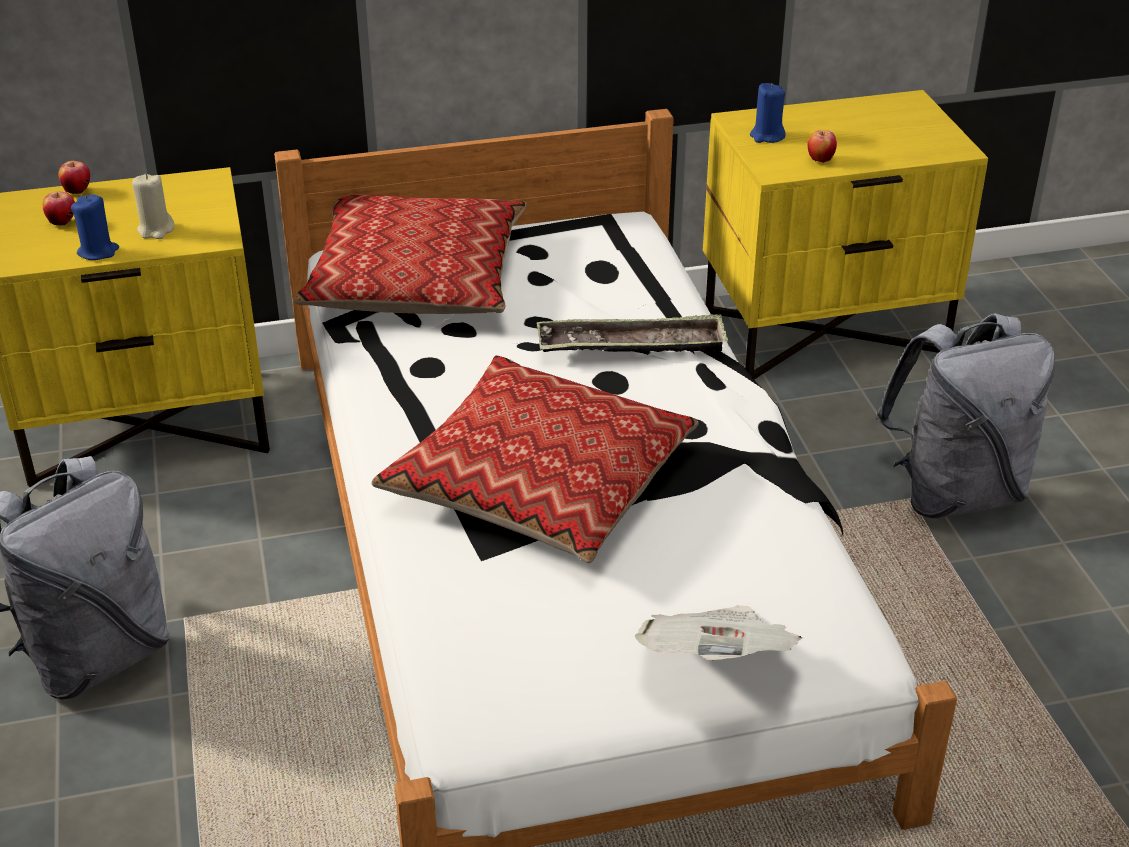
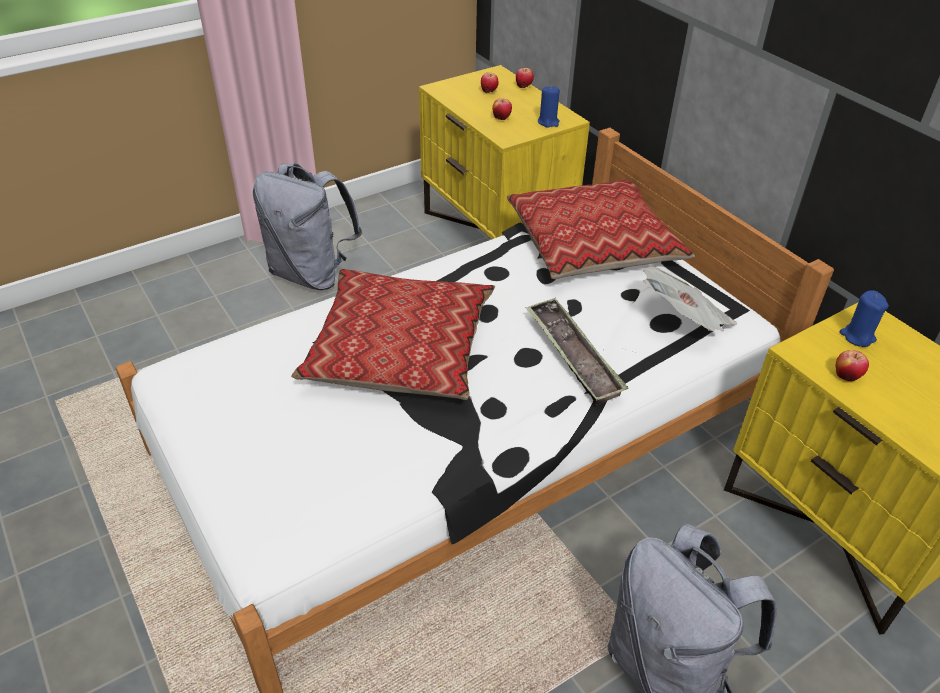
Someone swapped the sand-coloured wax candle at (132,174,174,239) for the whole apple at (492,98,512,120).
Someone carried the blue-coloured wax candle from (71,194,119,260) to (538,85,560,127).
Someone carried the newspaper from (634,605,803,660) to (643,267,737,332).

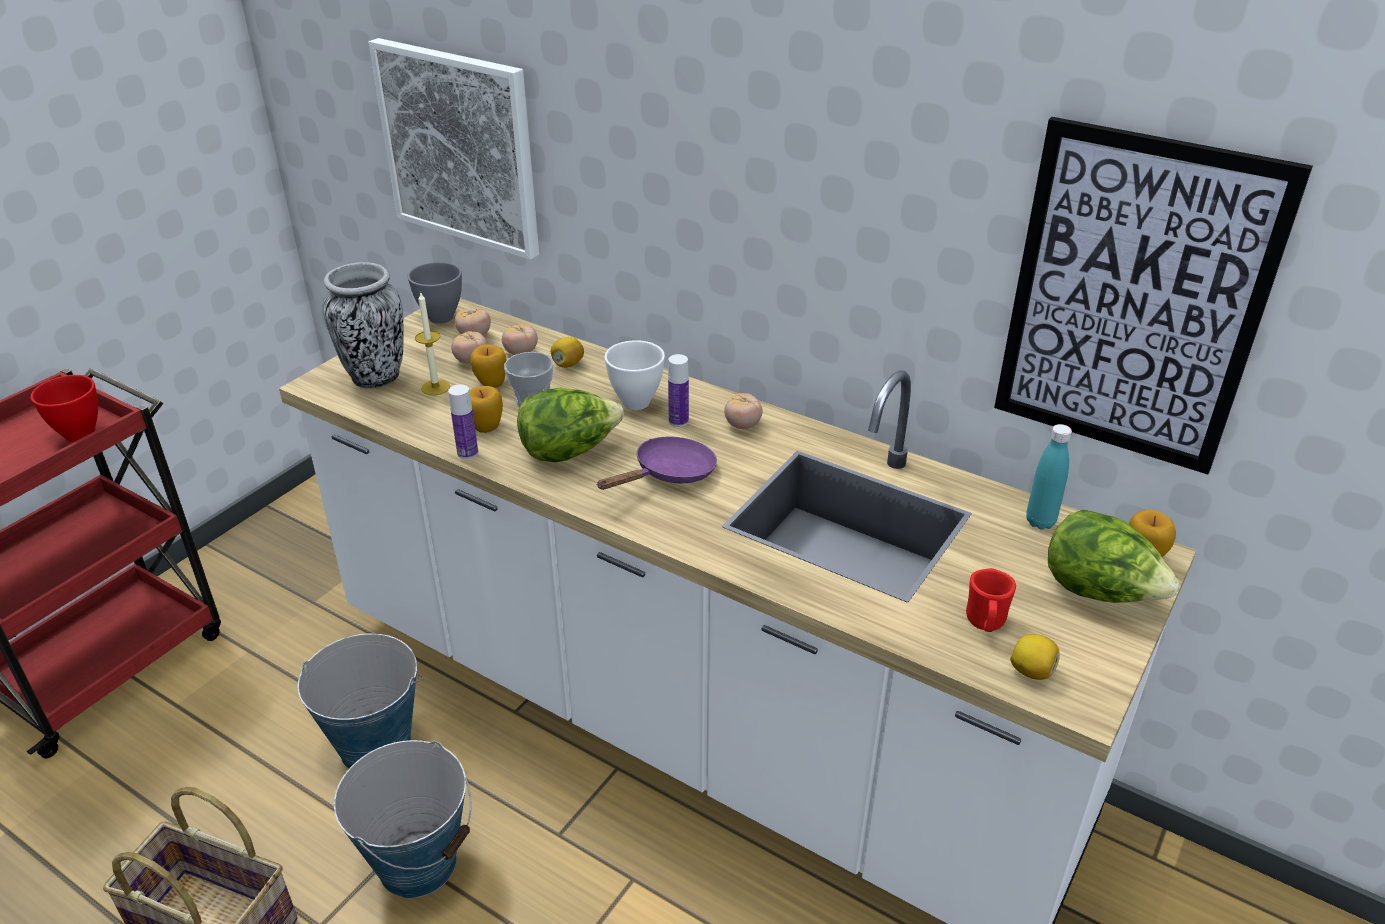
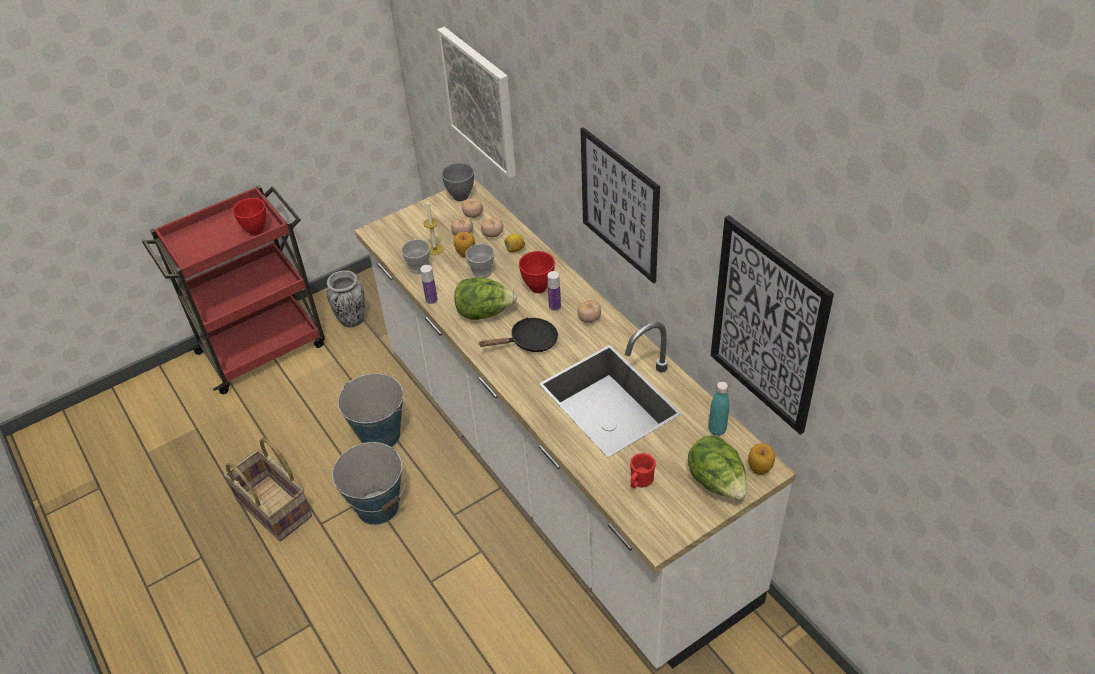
Someone carried the flower vase from (323,262,404,389) to (327,270,365,327).
Someone repainted the white-coloured bowl at (604,340,665,410), which became the red-coloured bowl at (519,251,555,293).
Someone took away the whole apple at (469,386,503,433).
Someone repainted the purple pan at (596,436,717,490), which became the black-coloured pan at (478,318,558,352).
Someone took away the citrus fruit at (1010,634,1060,680).
Someone put up the wall picture at (580,127,660,284).
Someone put down the drinking cup at (401,239,430,274).

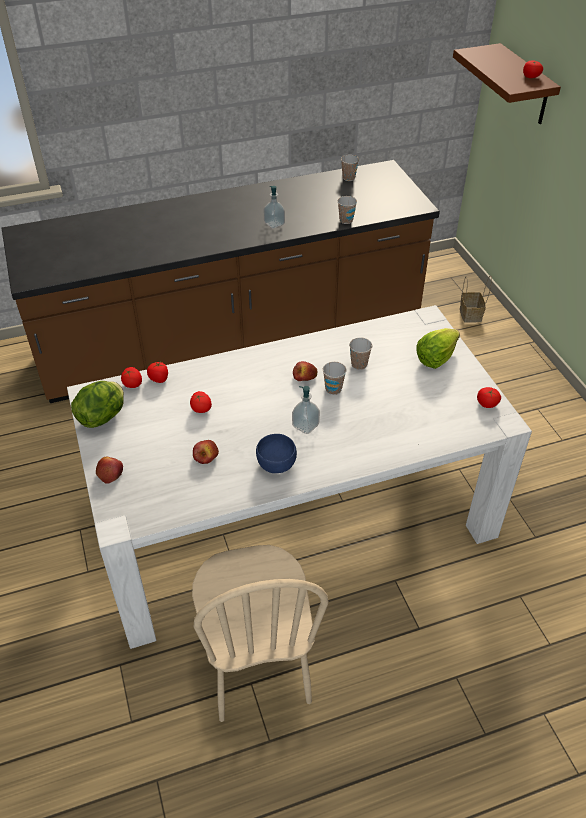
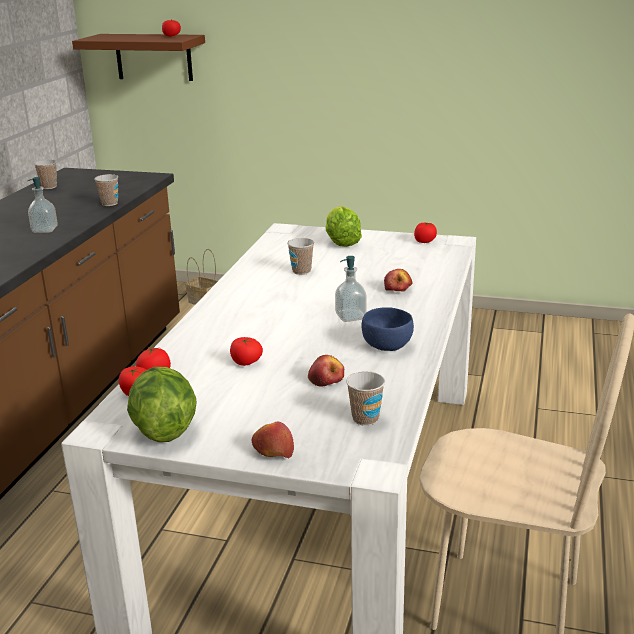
Someone carried the whole apple from (293,361,317,381) to (384,269,412,292).
Someone carried the drinking cup from (323,362,347,395) to (346,371,385,426).

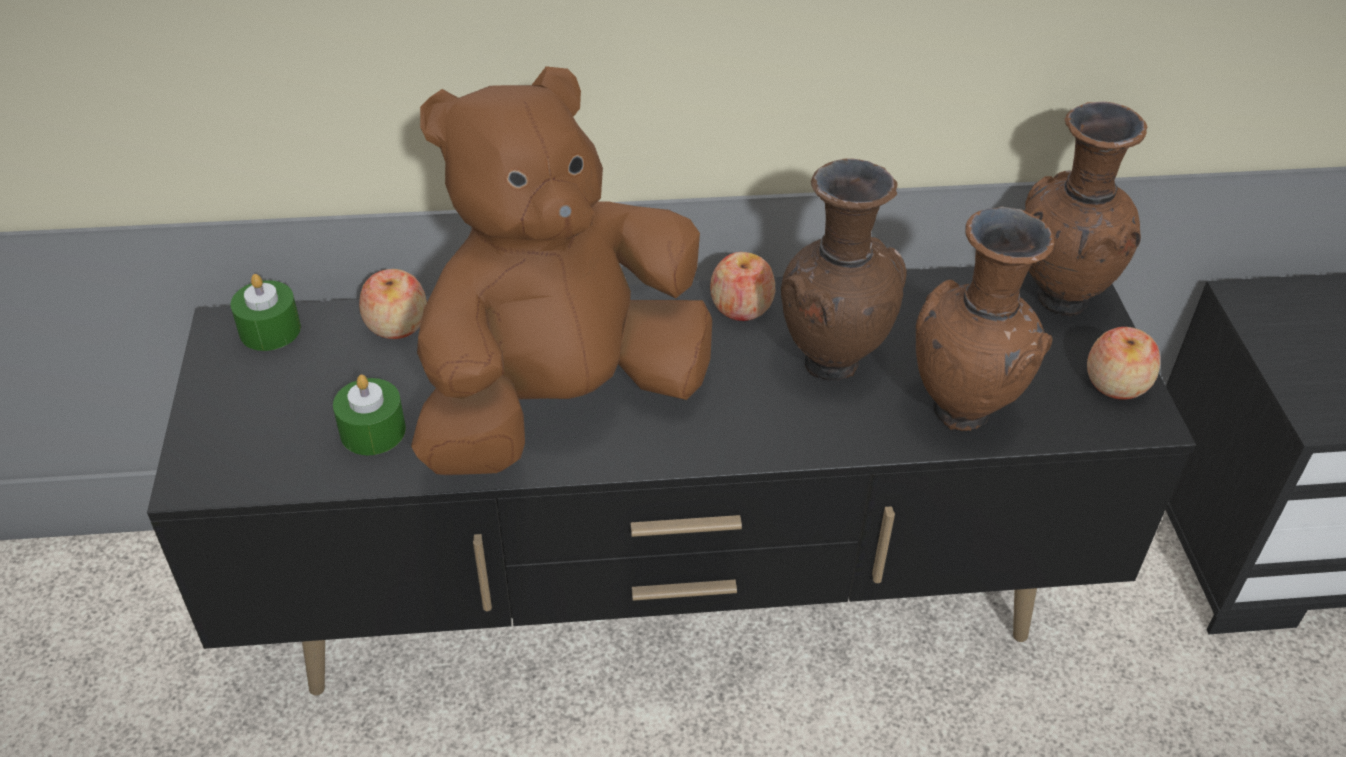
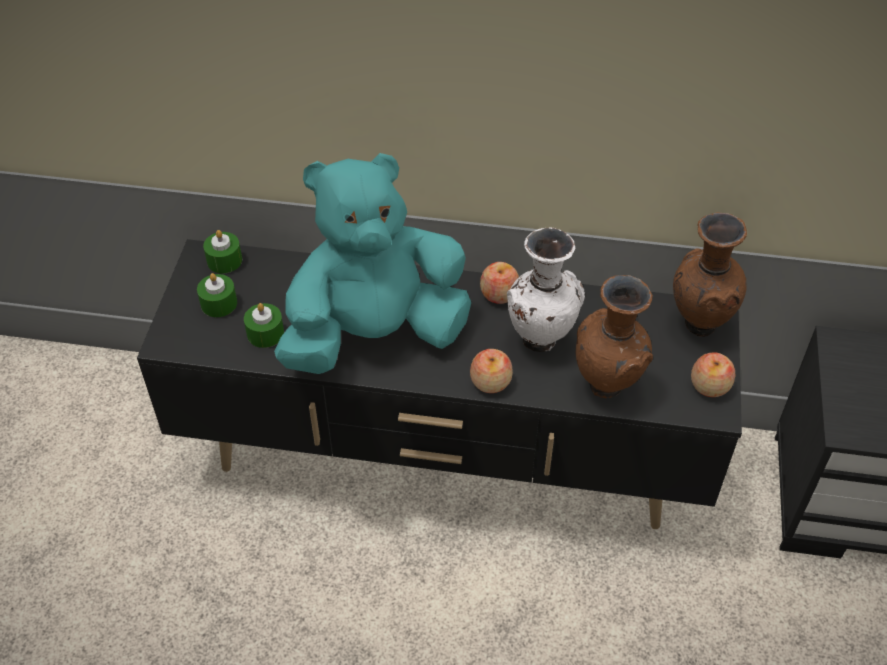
Someone repainted the brown-coloured cuddly toy at (411,66,712,475), which became the turquoise-coloured cuddly toy at (274,153,471,374).
Someone repainted the brown-coloured flower vase at (781,159,907,380), which became the white-coloured flower vase at (507,228,585,352).
Someone carried the whole apple from (359,269,427,339) to (470,349,513,393).
Someone put down the greenish wax candle at (197,273,237,317).

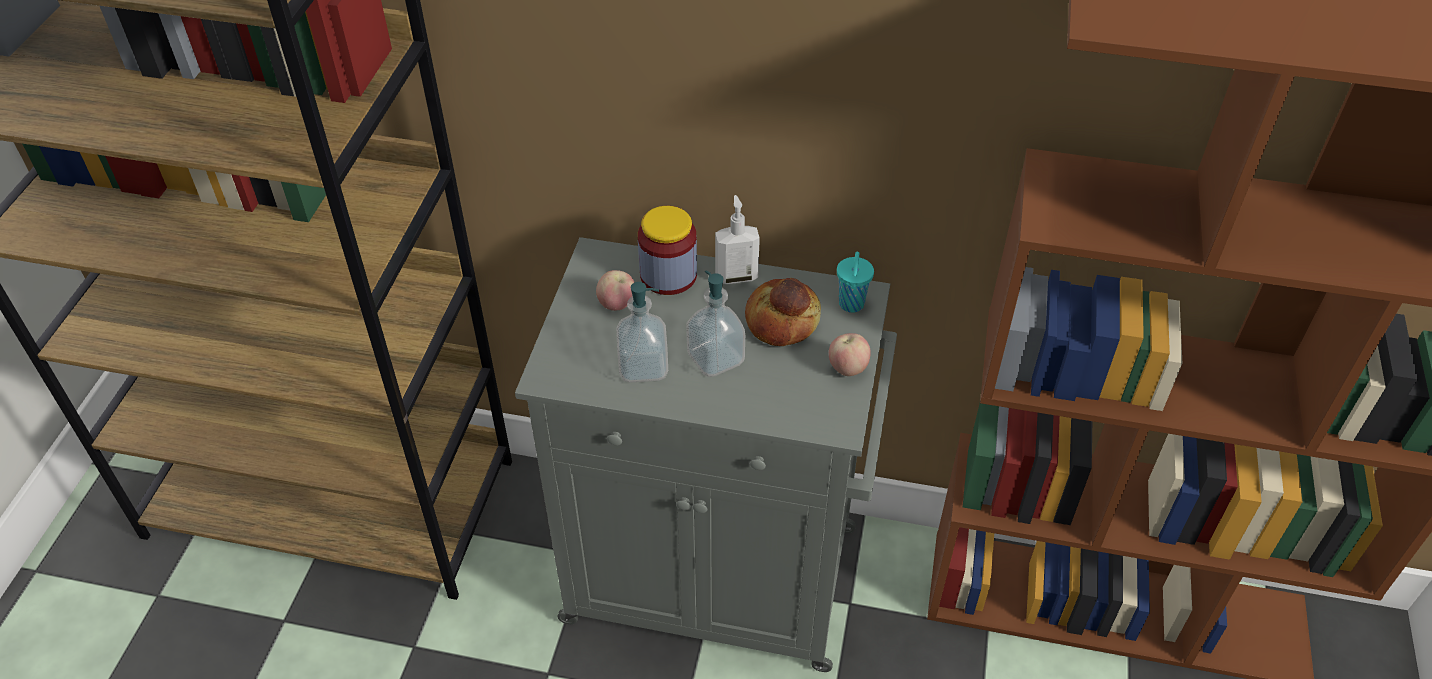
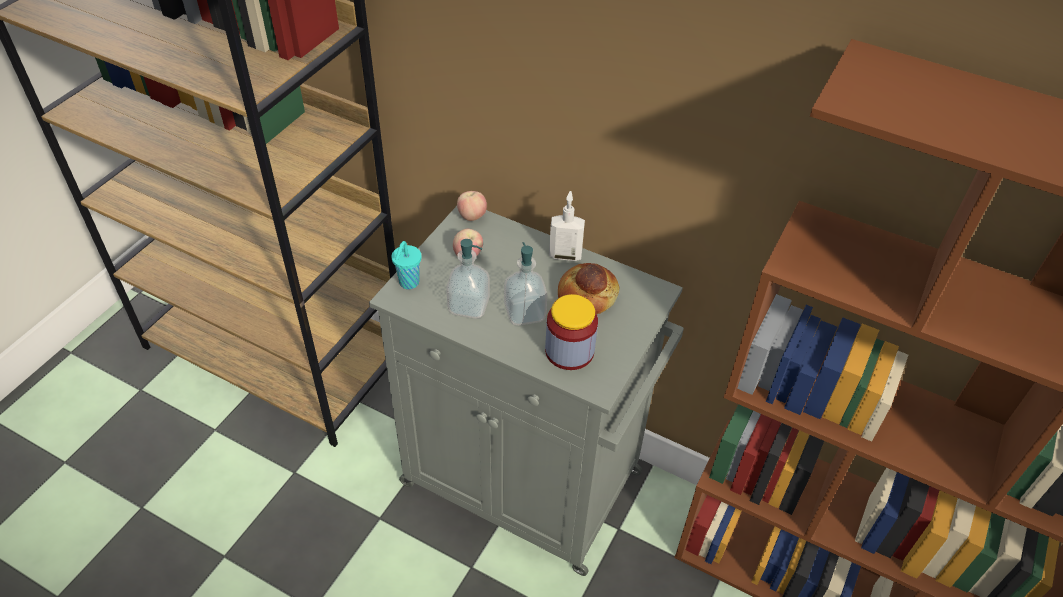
Someone carried the storage jar from (638,206,697,295) to (545,294,598,370).
Someone carried the turquoise-coloured drinking cup from (837,252,874,312) to (392,241,421,289).
Someone carried the whole apple from (829,333,871,376) to (457,191,487,221).

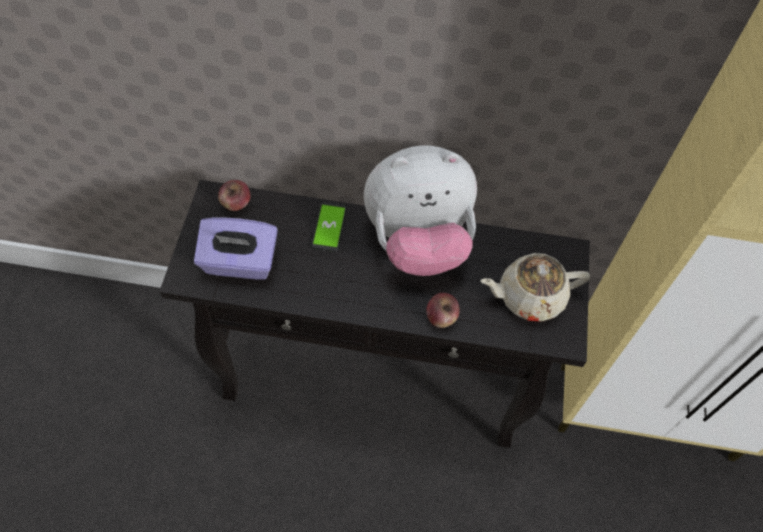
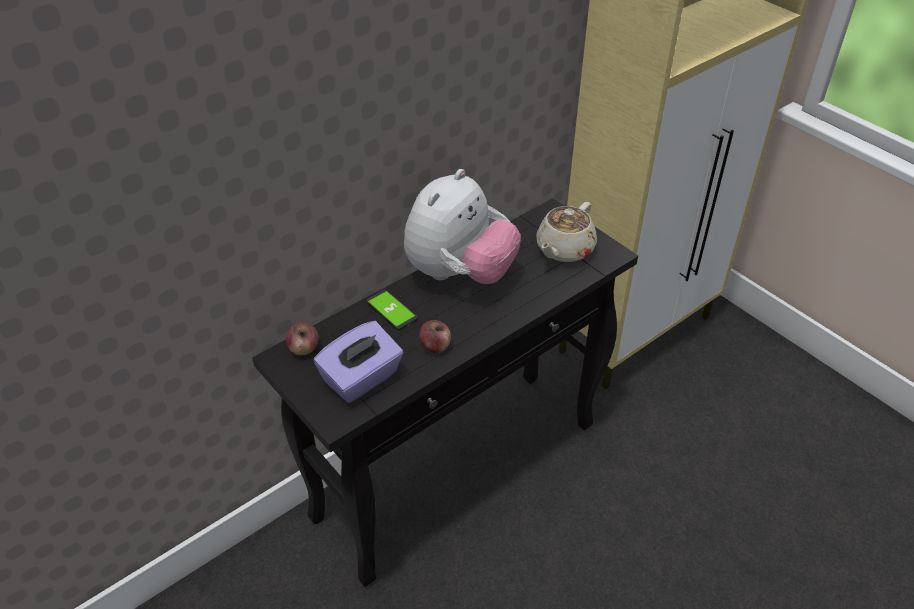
Someone carried the whole apple from (426,293,460,328) to (419,320,451,353).

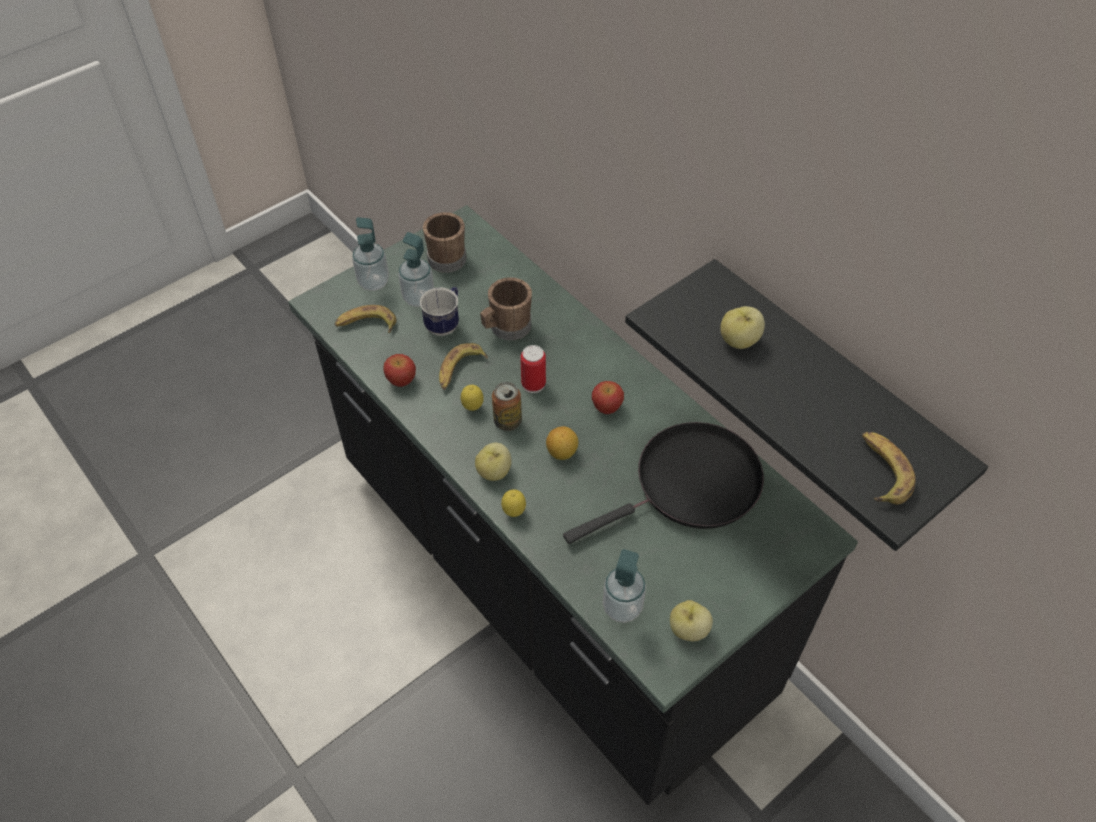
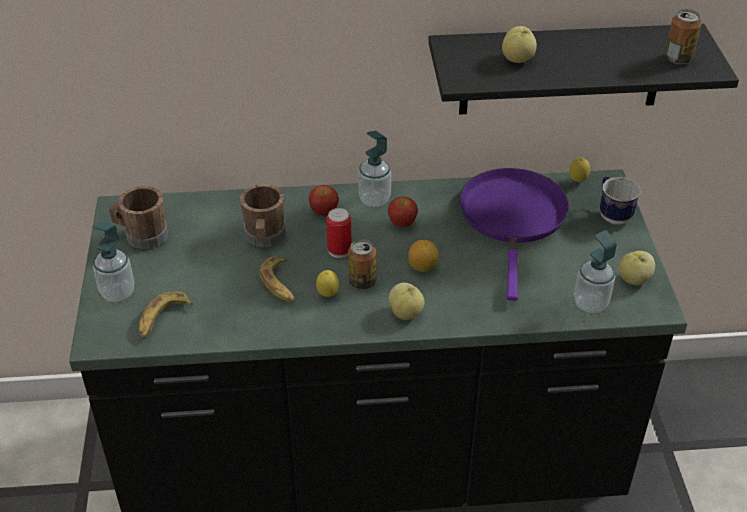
Someone carried the soap bottle from (398,232,434,307) to (358,131,391,207).
Someone carried the tea mug from (420,287,459,336) to (600,176,641,225).
Someone carried the whole apple from (383,354,416,387) to (309,185,339,216).
Someone repainted the black-coloured pan at (563,422,764,544), which became the purple pan at (459,168,569,301).
Someone swapped the banana fruit at (862,432,916,505) for the metal can at (664,9,702,64).
Someone carried the citrus fruit from (501,489,526,517) to (569,158,590,182).

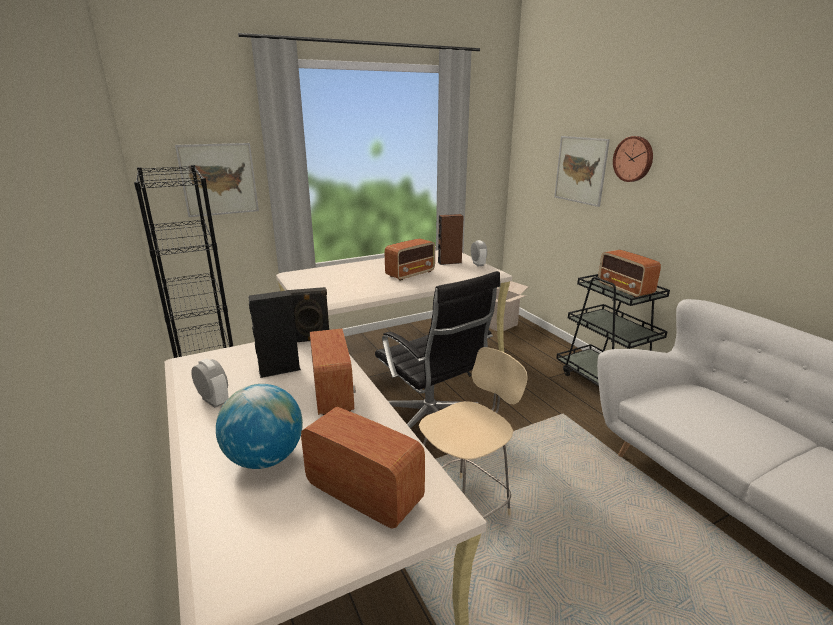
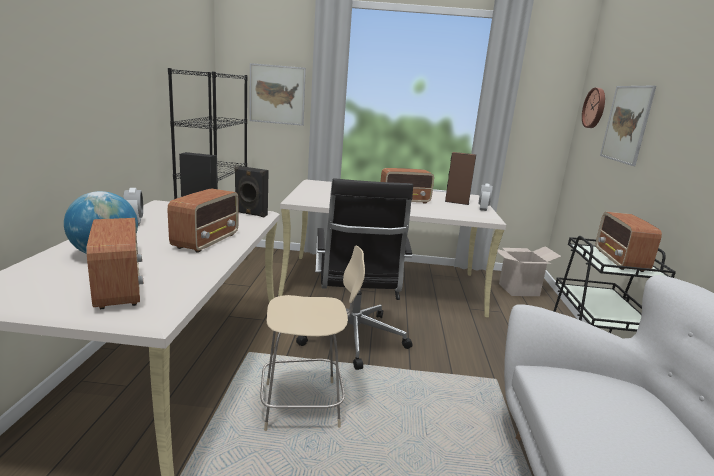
Someone carried the wall clock from (613,136,653,182) to (582,88,605,128).

